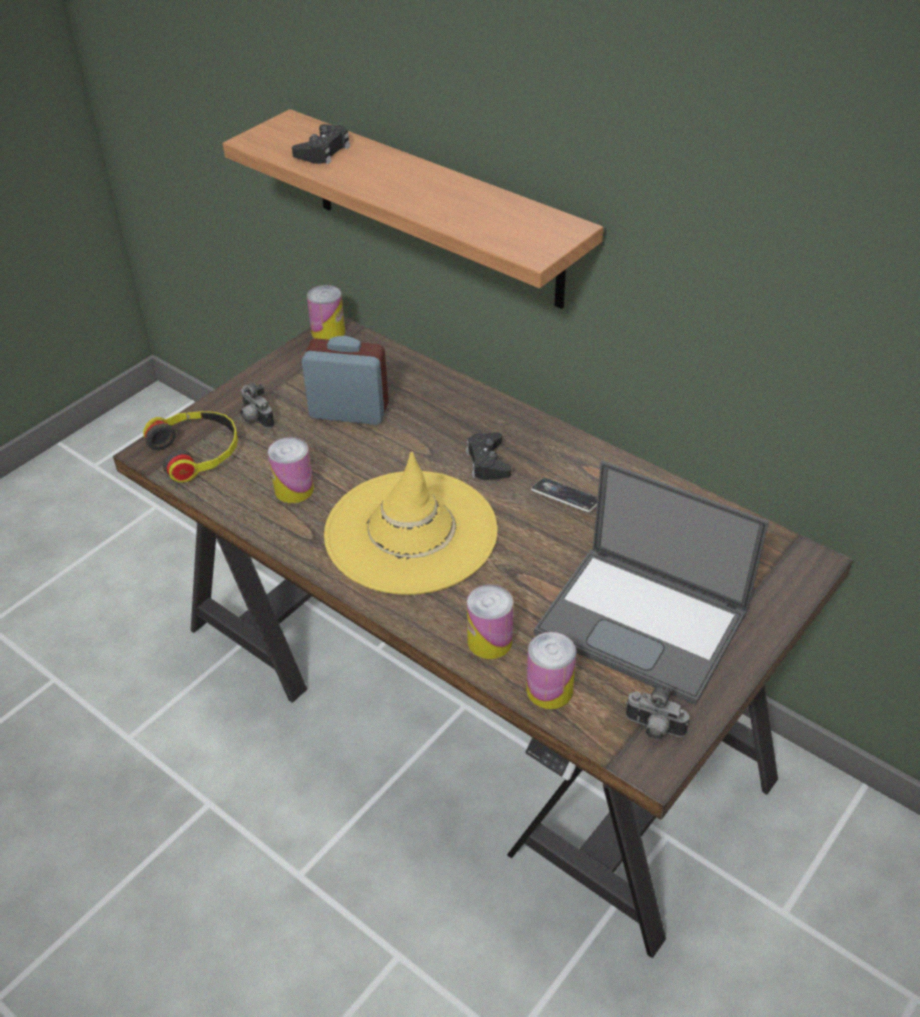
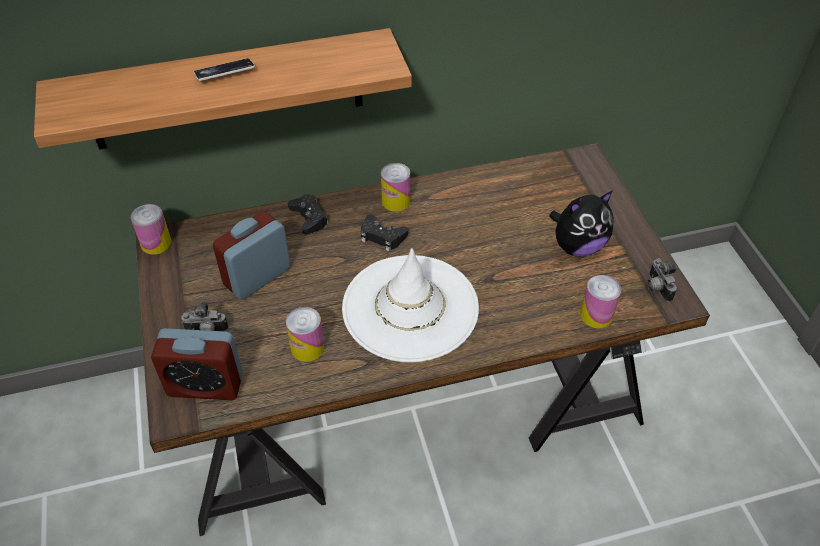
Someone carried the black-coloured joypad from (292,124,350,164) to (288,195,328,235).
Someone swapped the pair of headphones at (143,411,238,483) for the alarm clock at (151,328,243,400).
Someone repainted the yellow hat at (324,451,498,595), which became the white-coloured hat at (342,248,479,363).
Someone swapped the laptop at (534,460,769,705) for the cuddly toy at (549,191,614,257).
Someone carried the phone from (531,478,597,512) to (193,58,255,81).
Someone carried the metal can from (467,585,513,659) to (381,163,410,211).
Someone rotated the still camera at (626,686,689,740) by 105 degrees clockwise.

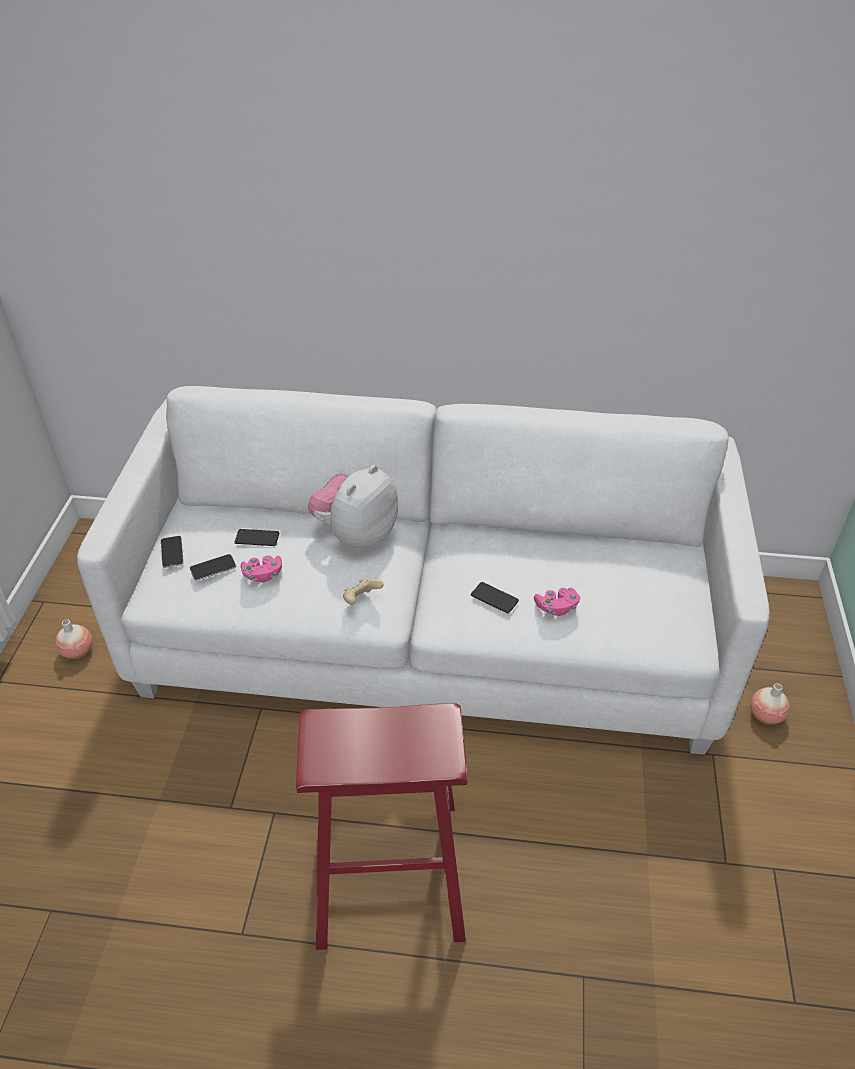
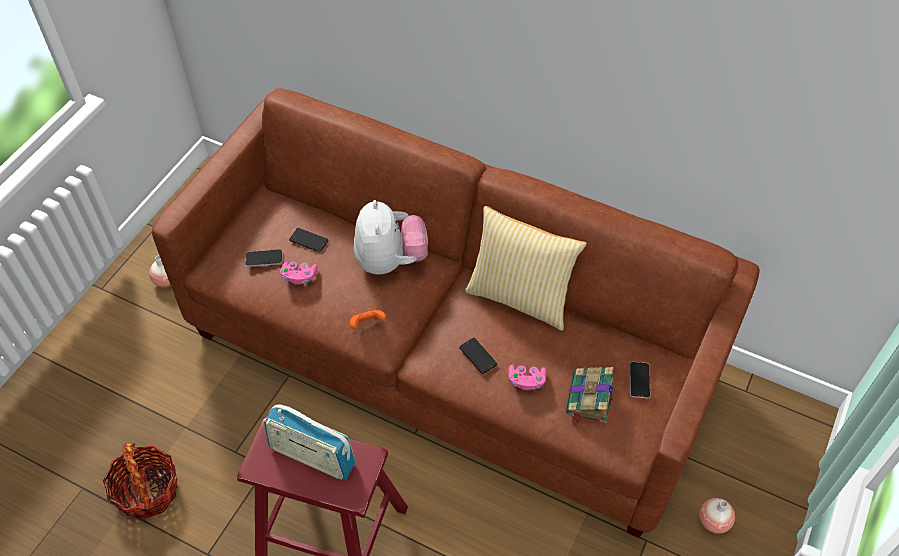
Someone repainted the white-coloured couch at (77,386,770,755), which became the brown-coloured couch at (152,88,760,538).
Someone rotated the cuddly toy at (308,465,398,550) by 120 degrees clockwise.
Someone carried the phone from (161,536,184,568) to (630,362,650,398).
Someone repainted the sand-coloured joypad at (343,579,383,604), which became the orange joypad at (350,309,386,329).
Someone put down the pillow at (465,206,587,331).
Someone put down the volume at (566,367,614,424).
Someone put down the radio receiver at (264,405,356,480).
Someone put down the basket at (103,442,178,519).

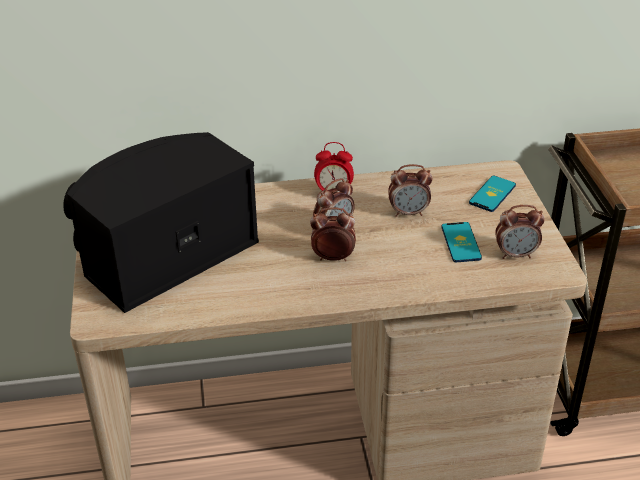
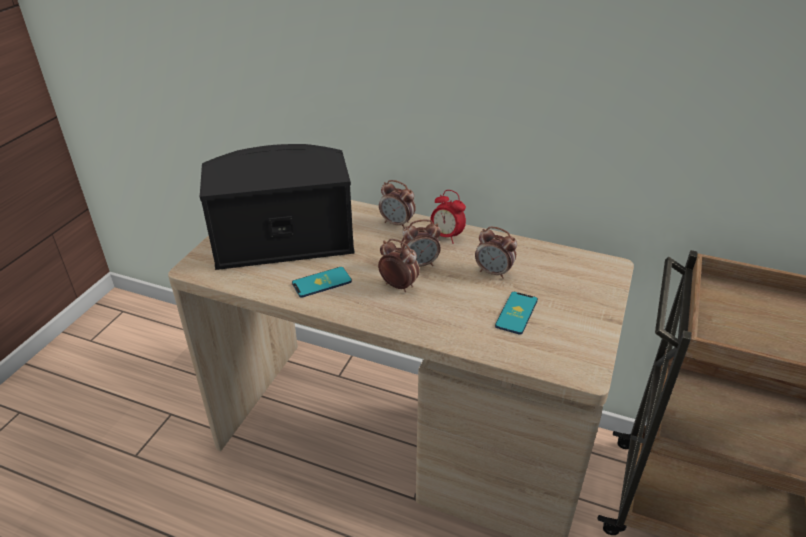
Someone carried the phone from (469,176,516,212) to (292,267,352,298).
Someone carried the alarm clock from (495,205,545,259) to (379,180,416,229).

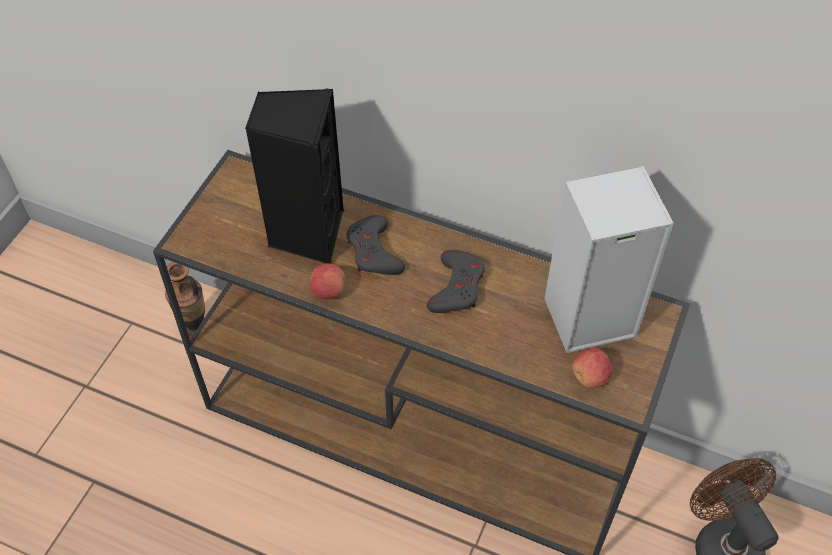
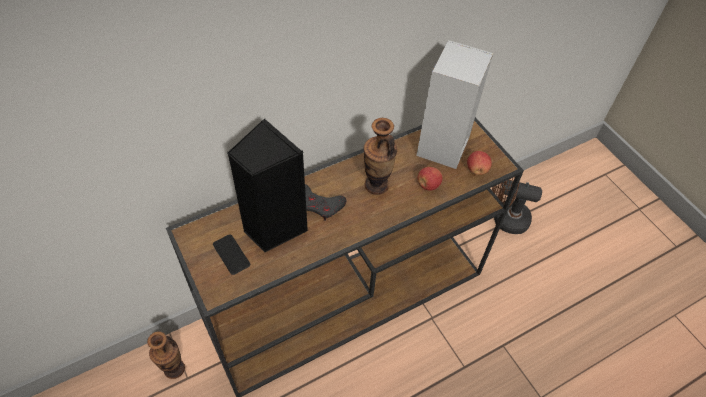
Someone swapped the gray joypad at (427,250,485,313) for the flower vase at (364,118,397,195).
Someone carried the whole apple from (310,263,345,299) to (418,167,443,191).
Someone put down the phone at (213,234,250,275).

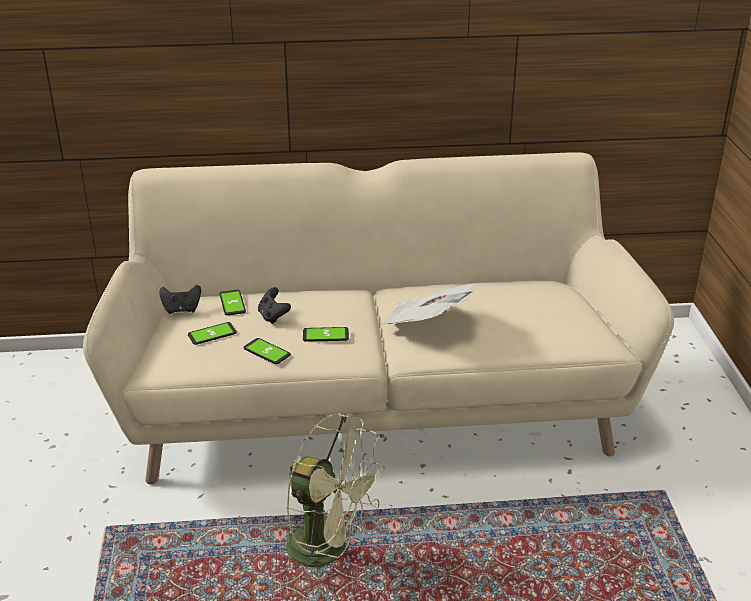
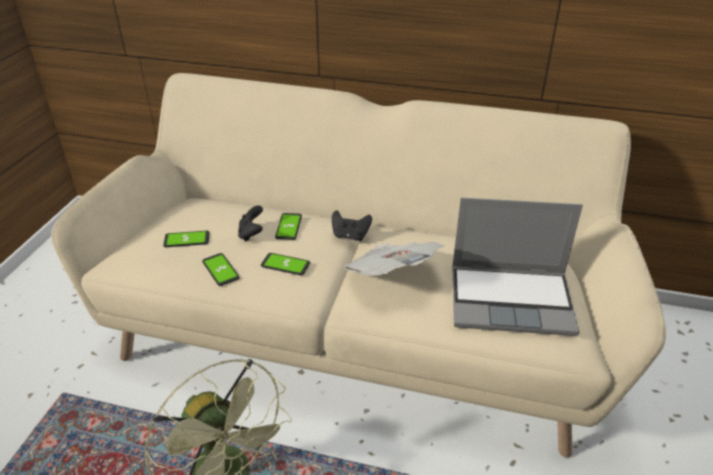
Someone carried the black-coloured joypad from (159,285,201,314) to (332,210,372,241).
Someone carried the phone from (220,290,246,316) to (275,213,302,240).
Someone put down the laptop at (452,198,583,336).

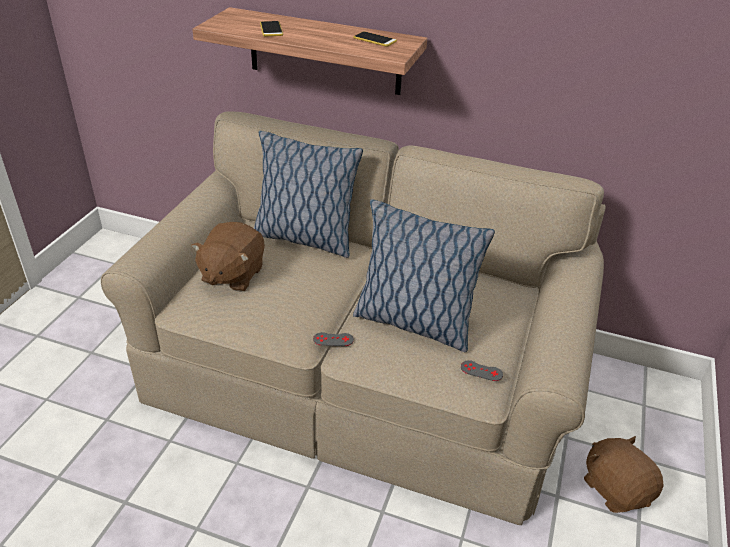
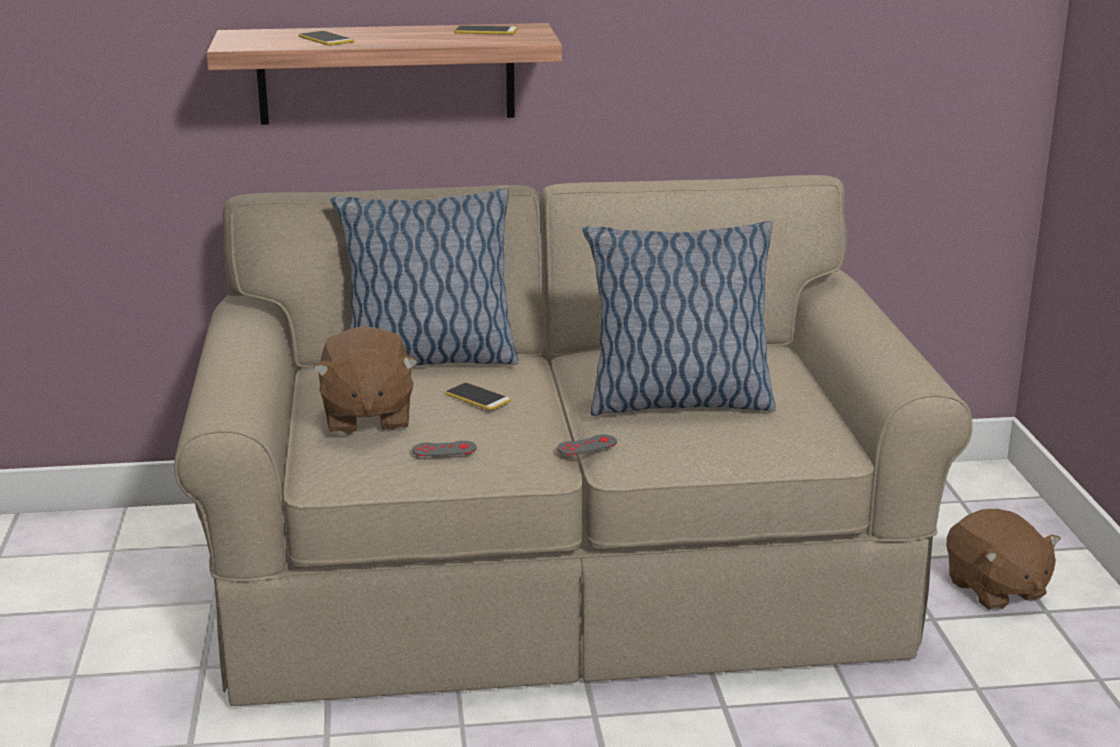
Someone carried the gray joypad from (461,360,503,381) to (412,441,477,457).
Someone rotated the brown-coloured cuddly toy at (584,436,663,513) by 150 degrees counterclockwise.
Someone put down the phone at (445,383,511,410).

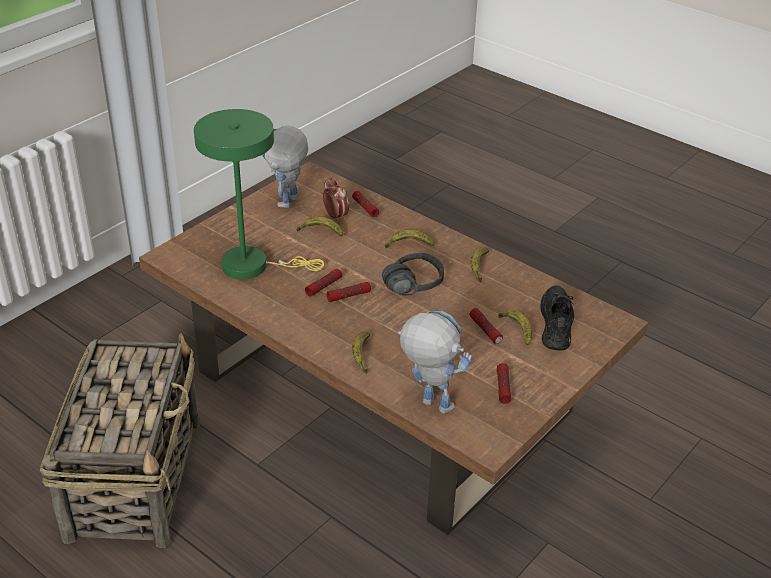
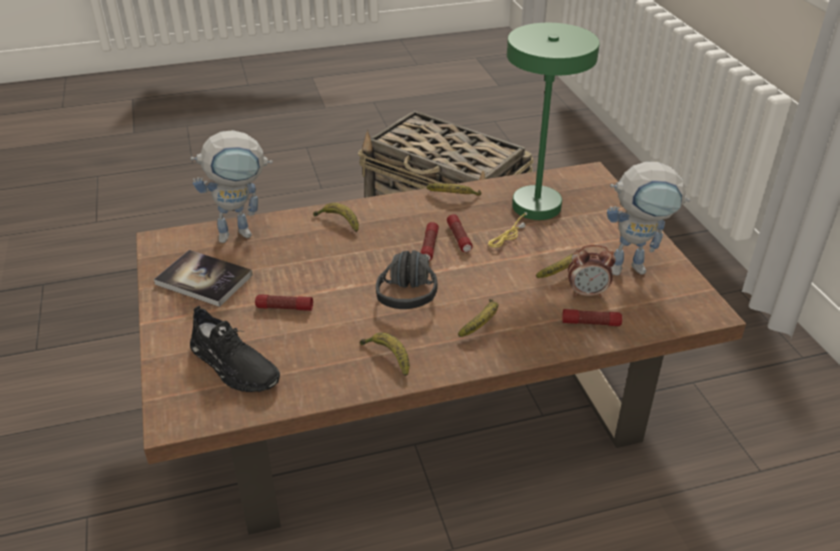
Someone rotated the model robot at (262,126,308,208) by 120 degrees clockwise.
Someone carried the banana fruit from (498,310,532,345) to (427,183,481,196).
Someone swapped the flashlight at (497,363,511,404) for the volume at (154,250,253,307).

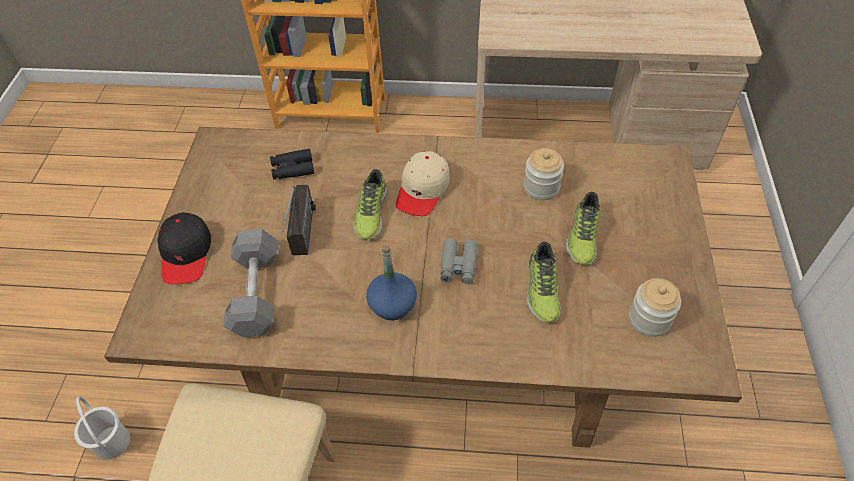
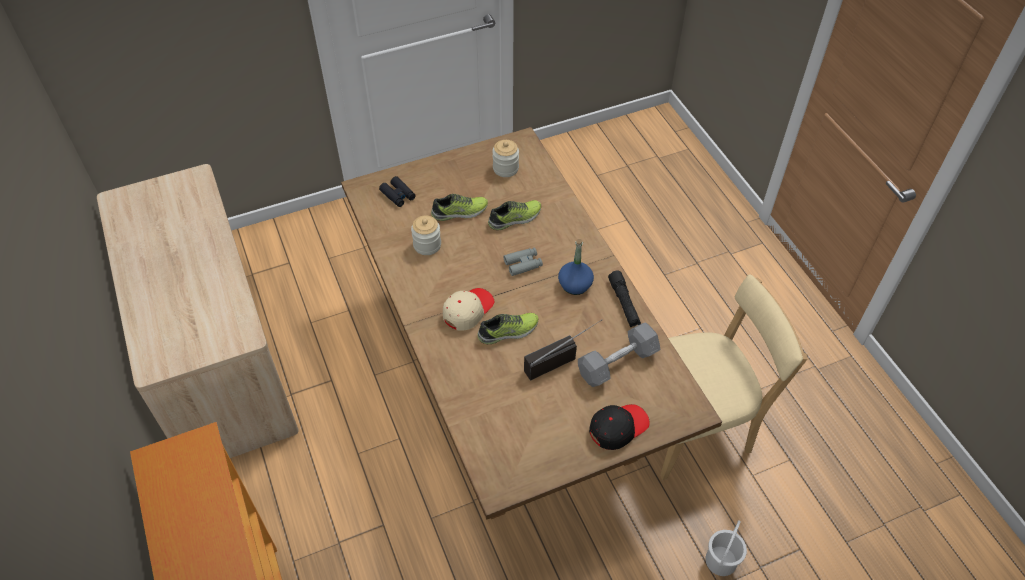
Someone carried the black-coloured binoculars from (270,149,314,179) to (379,176,416,207).
Someone rotated the sand-coloured cap at (396,151,450,216) by 45 degrees counterclockwise.
Someone put down the black-coloured flashlight at (608,270,641,327).

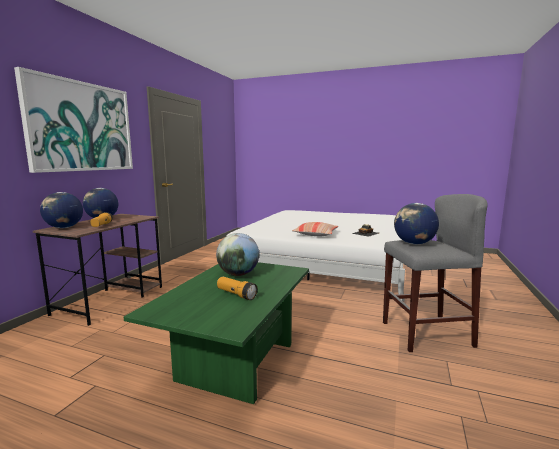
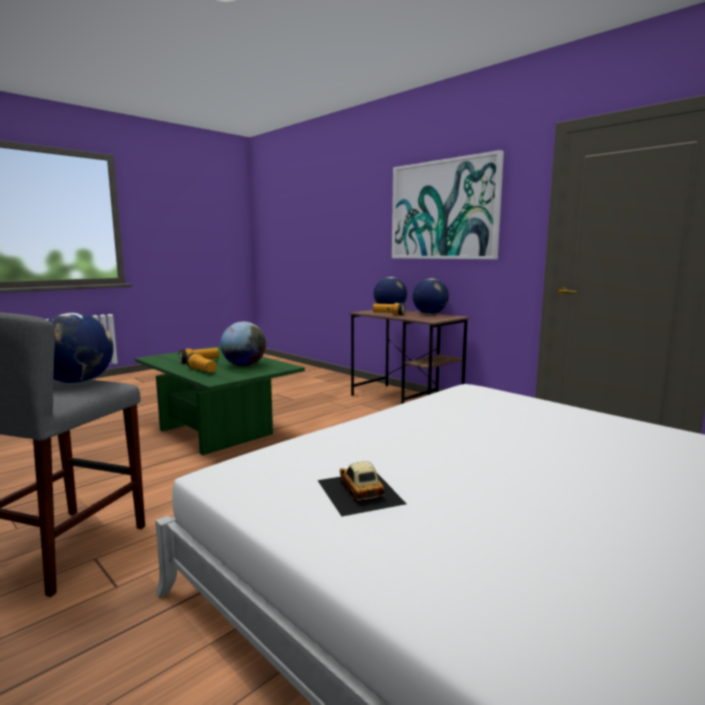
Someone took away the pillow at (292,222,338,236).
Someone put down the flashlight at (186,353,217,372).

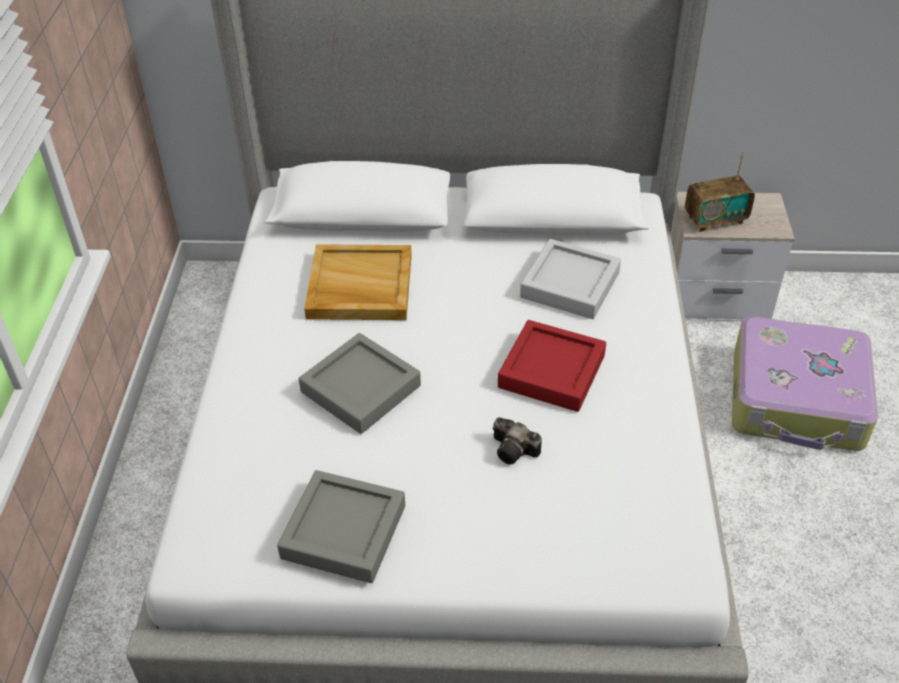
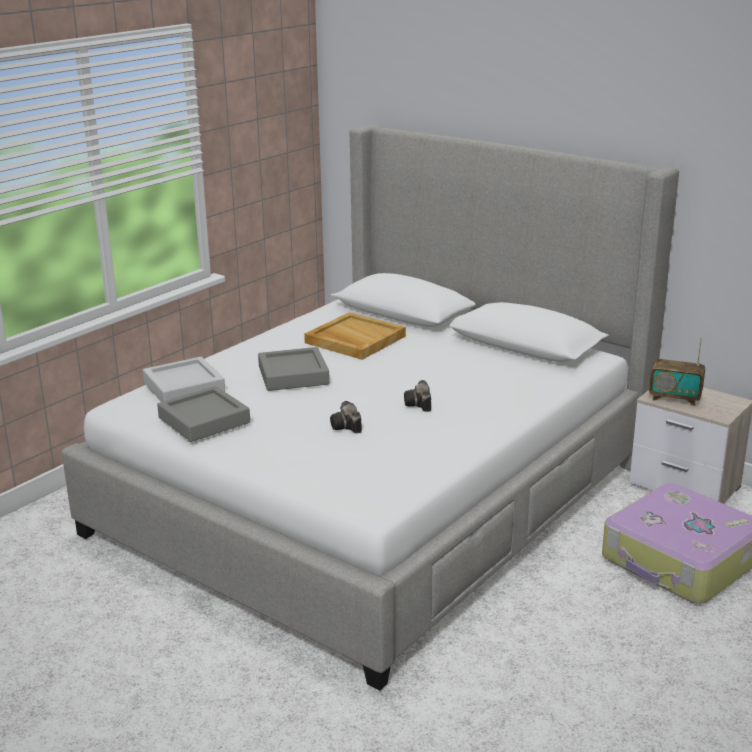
Someone carried the gray tray from (520,239,621,319) to (143,357,225,402).
Someone swapped the red-coloured tray at (498,320,606,412) for the still camera at (404,380,431,412).

